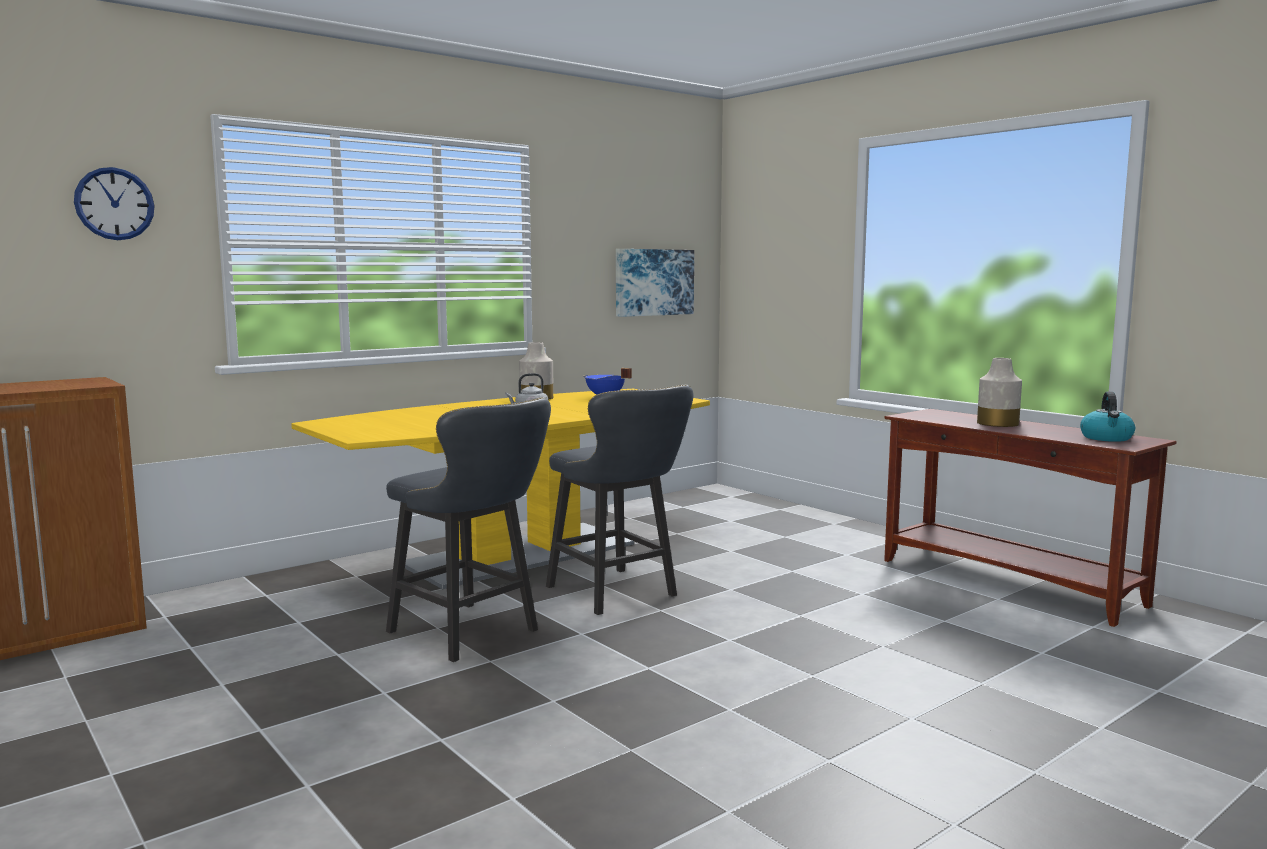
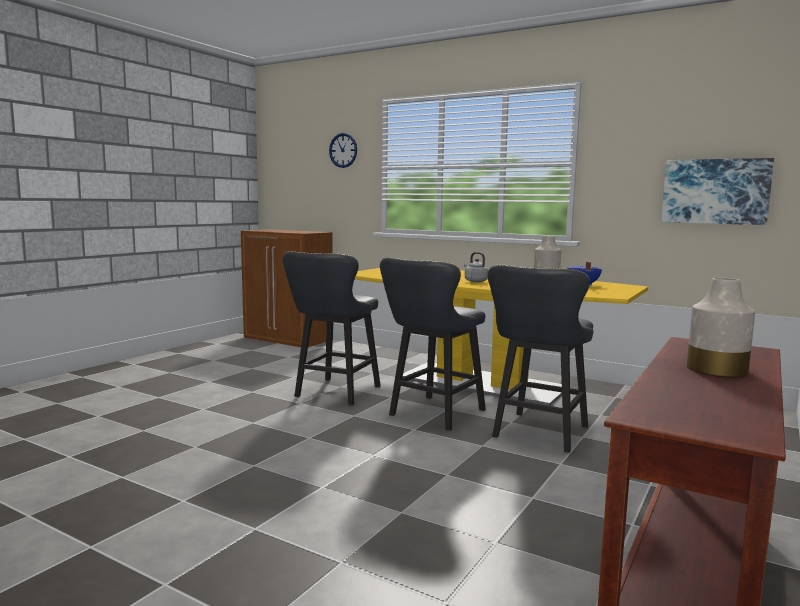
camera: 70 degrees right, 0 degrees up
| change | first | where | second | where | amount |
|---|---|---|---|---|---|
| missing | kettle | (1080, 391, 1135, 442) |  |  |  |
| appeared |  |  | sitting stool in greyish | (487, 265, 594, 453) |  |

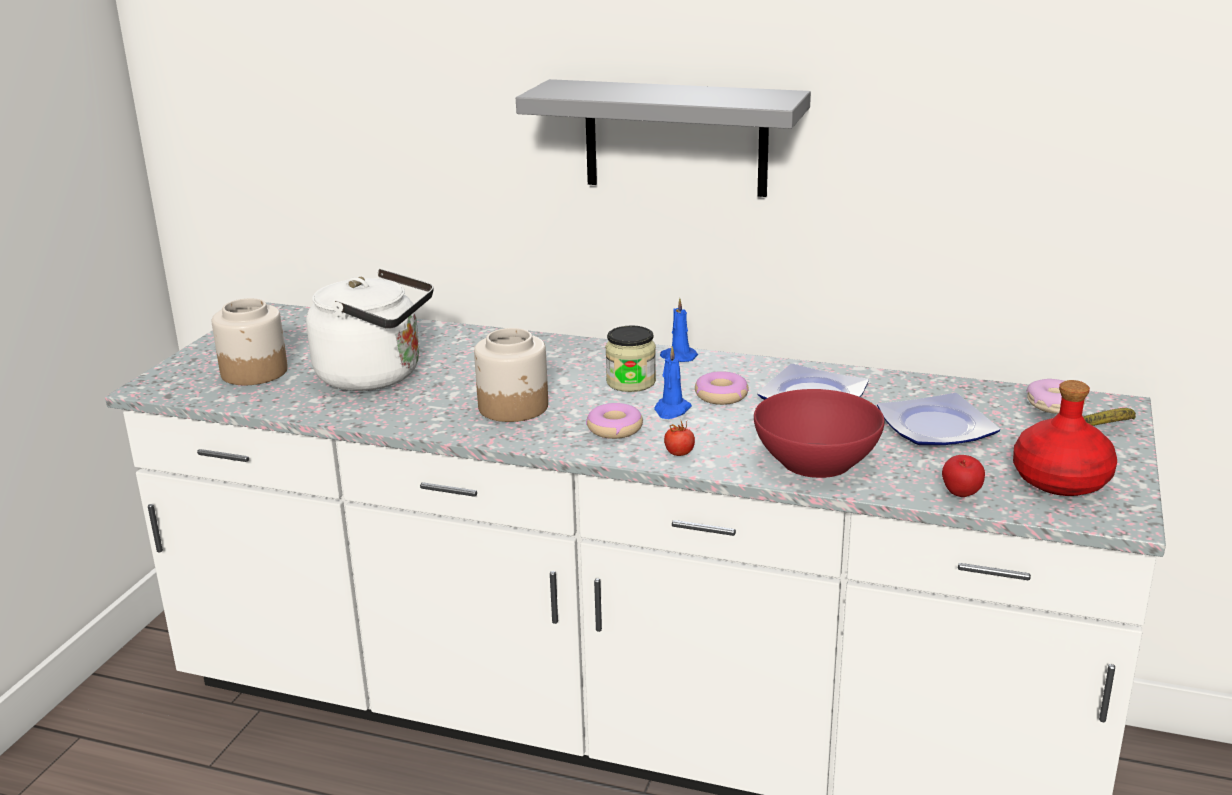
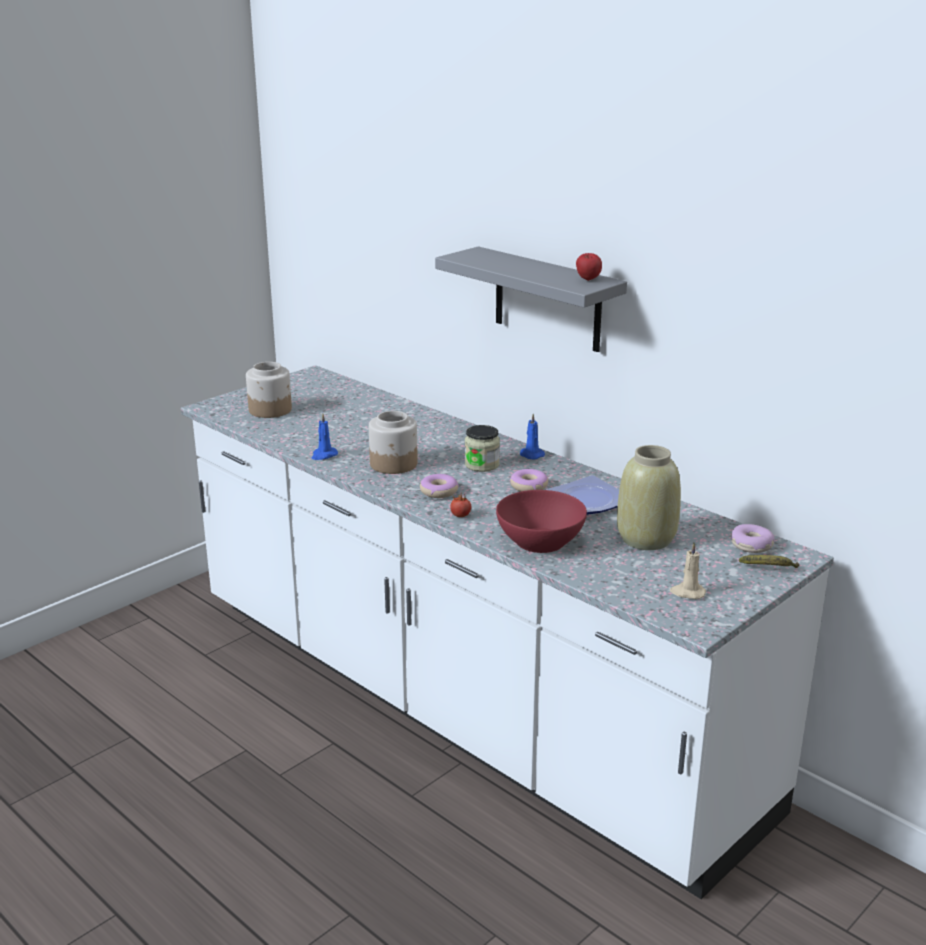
camera: 25 degrees right, 0 degrees up
| change | first | where | second | where | amount |
|---|---|---|---|---|---|
| missing | kettle in white | (306, 269, 433, 391) |  |  |  |
| relocated | wax light in blue-coloured | (654, 346, 692, 419) |  | (312, 413, 338, 460) |  |
| exchanged | drink bottle in red | (1013, 380, 1117, 496) | wax light in sand-coloured | (670, 543, 706, 599) |  |
| exchanged | plate | (877, 393, 1000, 445) | vase in sand-coloured | (617, 445, 681, 550) |  |
| relocated | whole apple | (942, 455, 985, 497) |  | (576, 253, 602, 281) |  |

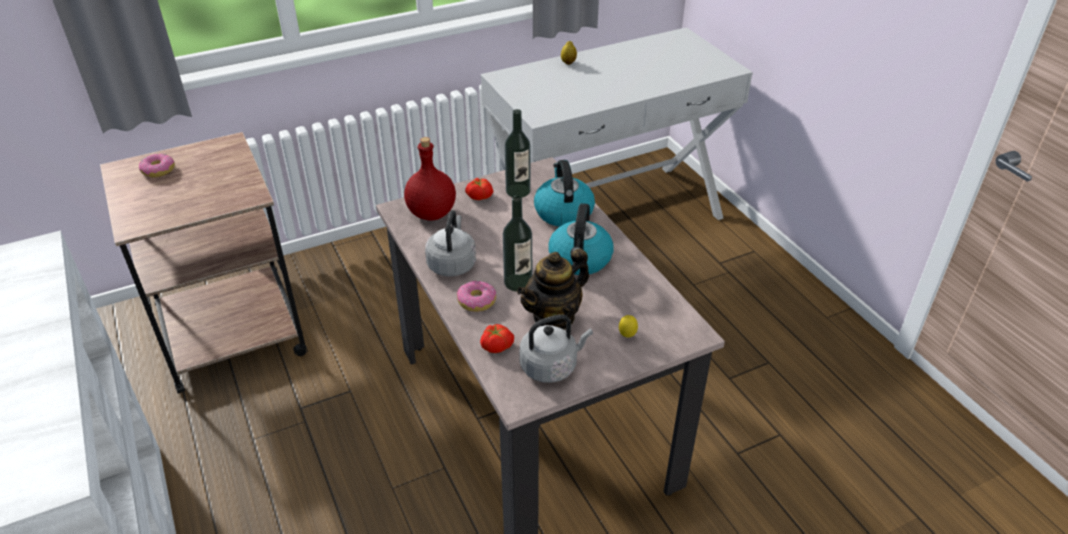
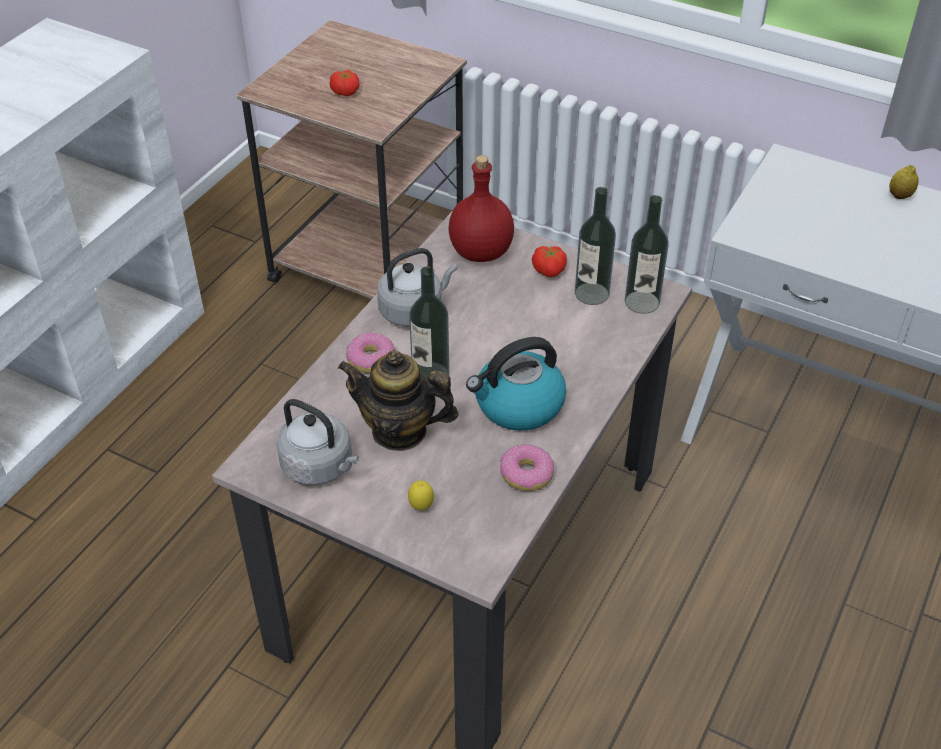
camera: 55 degrees right, 5 degrees up
| change | first | where | second | where | amount |
|---|---|---|---|---|---|
| relocated | ring doughnut | (139, 153, 175, 177) |  | (500, 444, 554, 491) |  |
| missing | kettle | (534, 160, 595, 227) |  |  |  |
| relocated | whole tomato | (480, 324, 514, 353) |  | (330, 70, 360, 96) |  |
| appeared |  |  | drink bottle | (625, 195, 668, 314) |  |

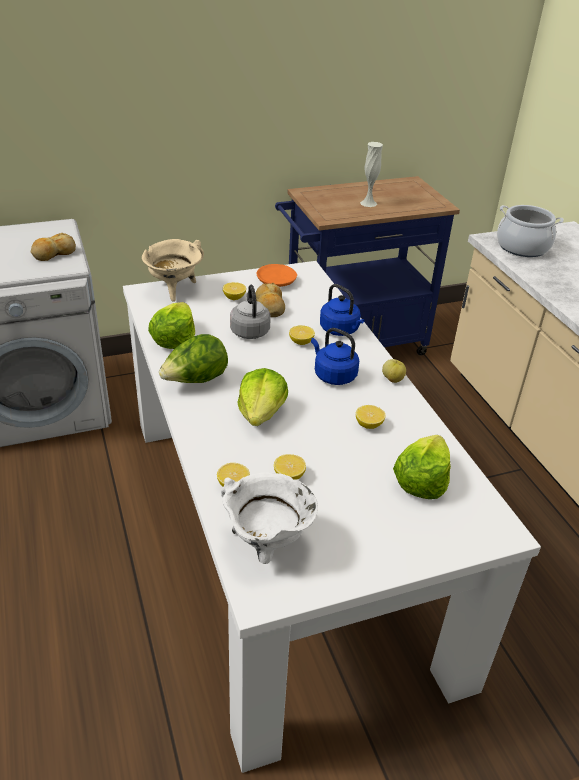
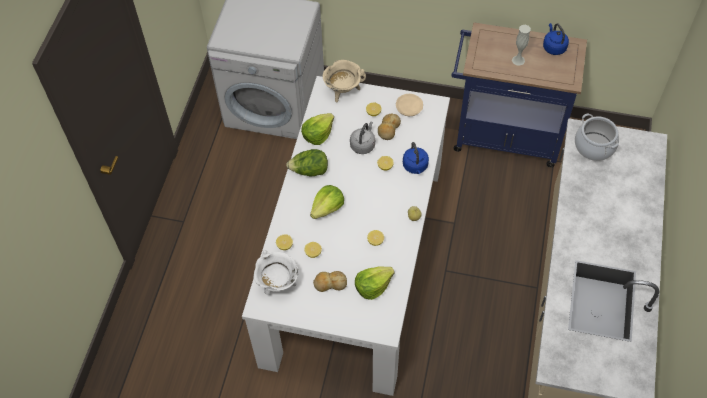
camera: 35 degrees right, 20 degrees up
| change | first | where | second | where | amount |
|---|---|---|---|---|---|
| relocated | bakery bread | (31, 233, 76, 261) |  | (313, 271, 347, 292) |  |
| colour | plate in orange-coloured | (256, 264, 297, 287) | plate in sand-coloured | (396, 94, 423, 116) |  |
| relocated | kettle in blue-coloured | (311, 328, 359, 385) |  | (543, 23, 569, 55) |  |

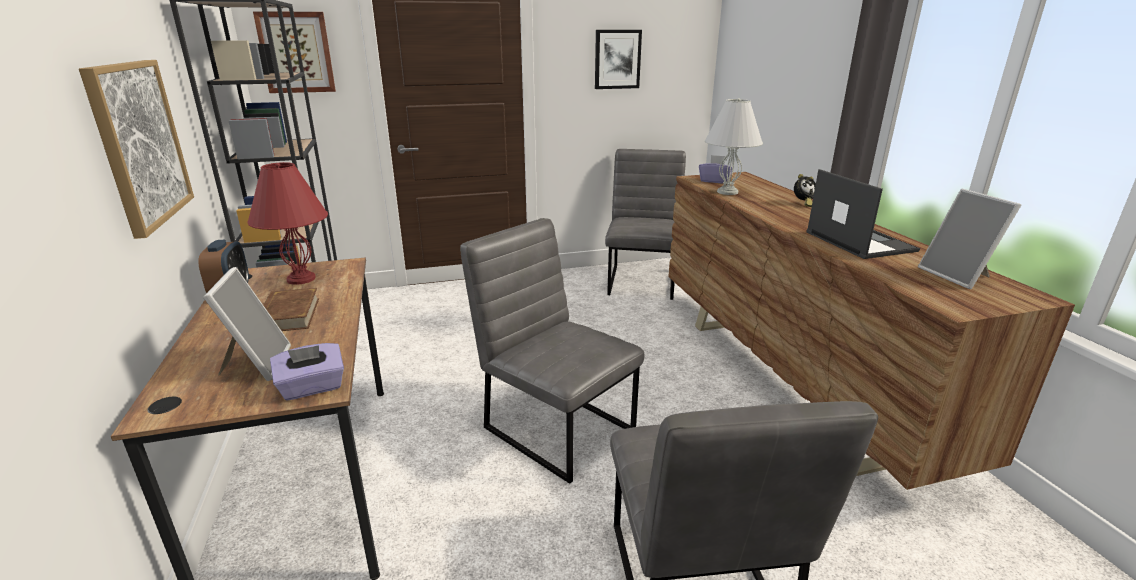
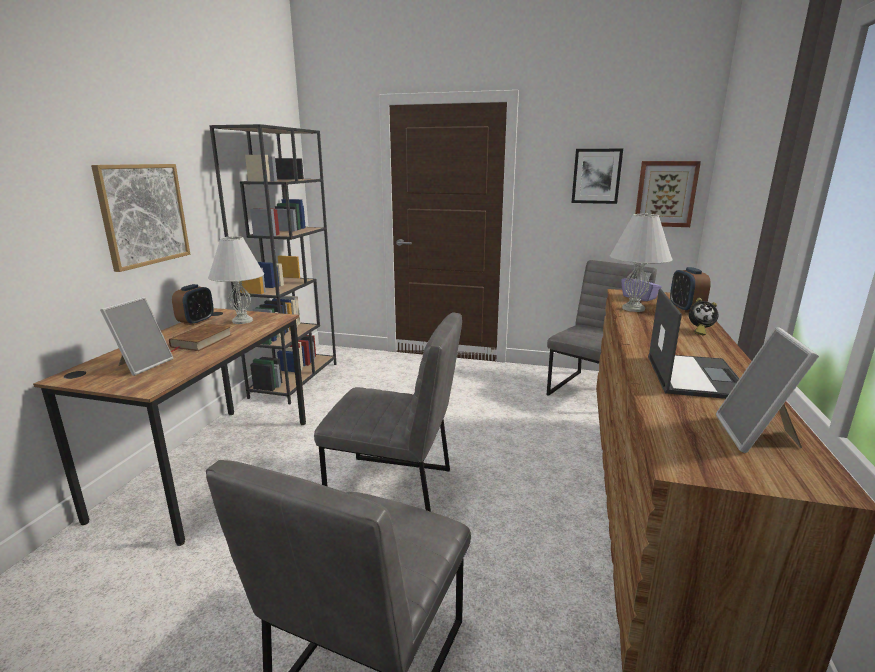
camera: 30 degrees right, 5 degrees down
| change | first | where | second | where | amount |
|---|---|---|---|---|---|
| relocated | wall picture | (253, 11, 336, 93) |  | (635, 161, 701, 227) |  |
| colour | tabletop lamp in red | (247, 162, 328, 285) | tabletop lamp in white | (208, 236, 264, 324) |  |
| spun | chair in greyish | (460, 218, 645, 484) |  | (314, 312, 462, 512) | 120 degrees clockwise |
| missing | box of tissues in purplish | (270, 343, 344, 401) |  |  |  |
| appeared |  |  | bedside clock | (670, 267, 711, 313) |  |

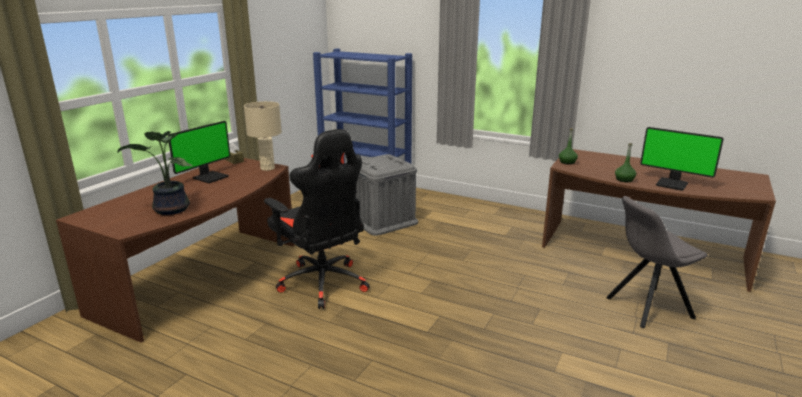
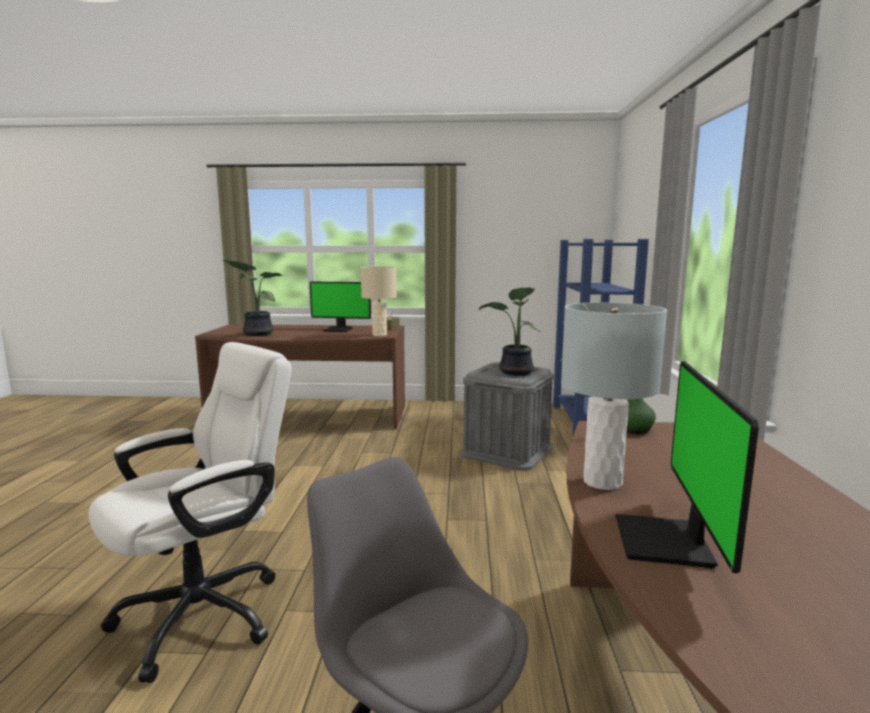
camera: 65 degrees right, 10 degrees down
| change | first | where | second | where | amount |
|---|---|---|---|---|---|
| missing | office chair in blackish | (264, 129, 370, 309) |  |  |  |
| exchanged | drink bottle in green | (615, 143, 636, 182) | tabletop lamp in greyish | (561, 302, 667, 490) |  |
| appeared |  |  | plant in a pot | (479, 287, 541, 375) |  |
| appeared |  |  | office chair in white | (89, 342, 291, 683) |  |

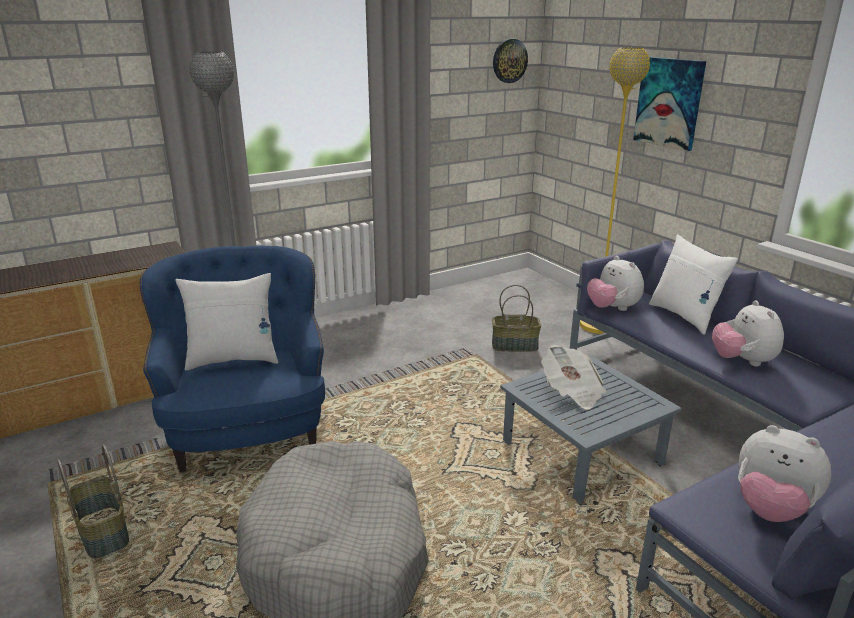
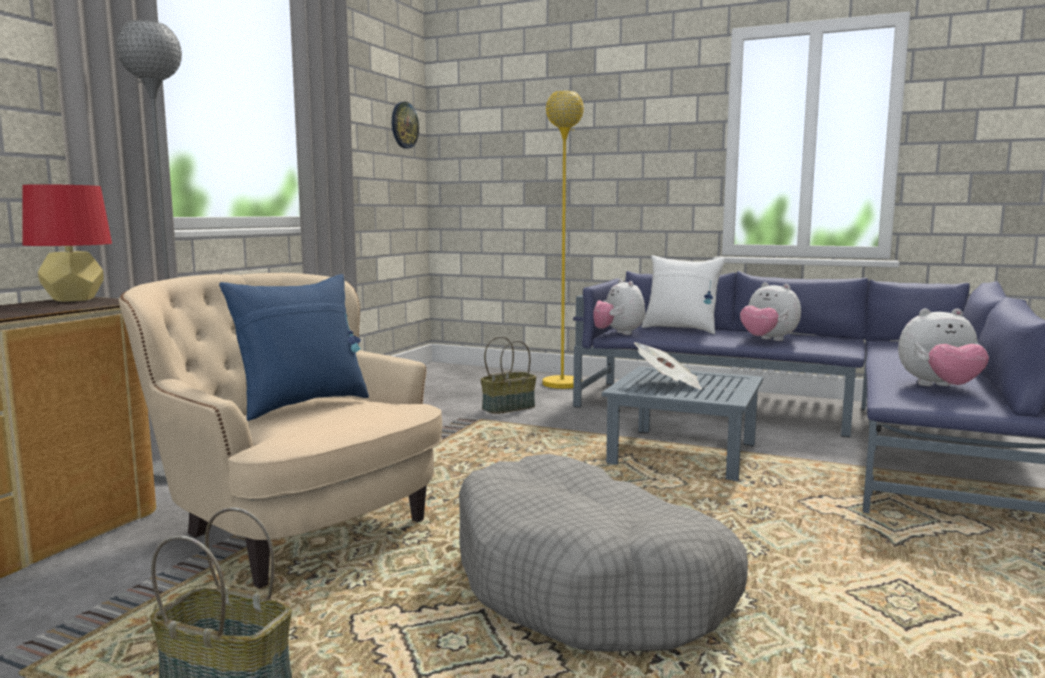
camera: 35 degrees left, 15 degrees down
| change | first | where | second | where | amount |
|---|---|---|---|---|---|
| missing | wall picture | (633, 57, 706, 151) |  |  |  |
| colour | armchair in blue-coloured | (140, 246, 325, 472) | armchair in sand-coloured | (119, 273, 442, 589) |  |
| spun | soft toy | (587, 256, 644, 311) |  | (593, 279, 645, 335) | 45 degrees clockwise |
| colour | throw pillow in greyish | (175, 273, 278, 371) | throw pillow in blue-coloured | (219, 274, 369, 421) |  |
| appeared |  |  | tabletop lamp in red | (22, 184, 112, 302) |  |

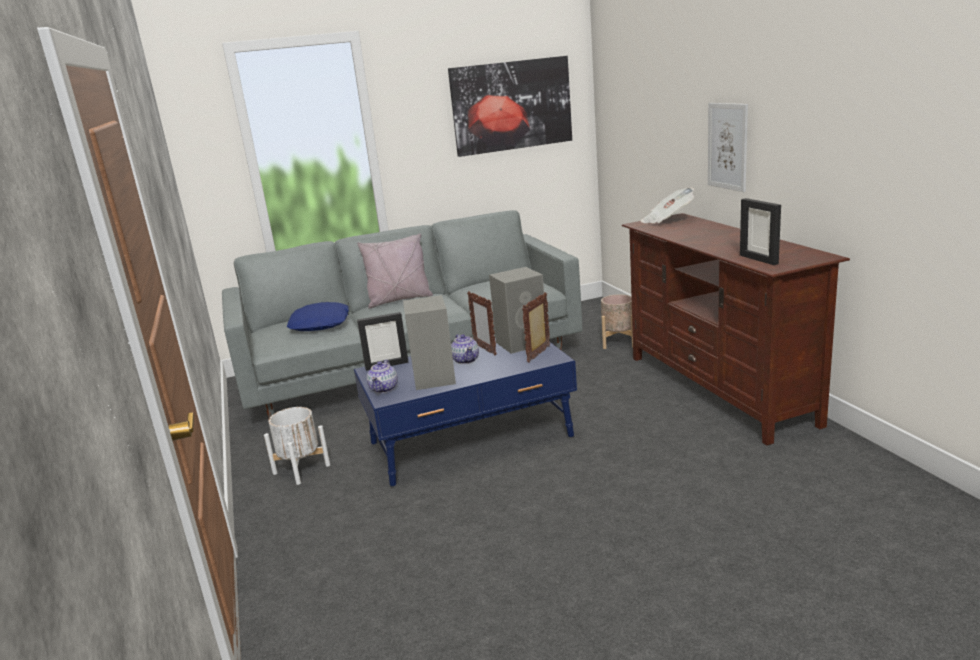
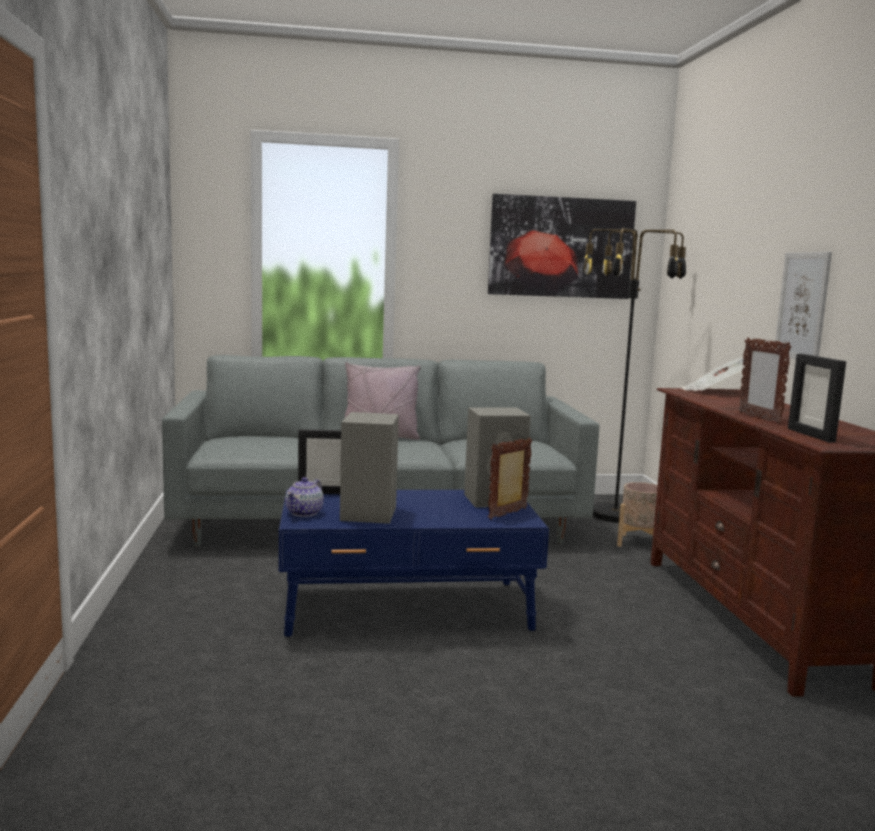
camera: 10 degrees right, 10 degrees down
| change | first | where | second | where | amount |
|---|---|---|---|---|---|
| relocated | standing frame | (467, 291, 497, 356) |  | (738, 338, 792, 424) |  |
| missing | throw pillow in blue-coloured | (287, 302, 349, 331) |  |  |  |
| missing | teapot | (451, 334, 479, 364) |  |  |  |
| missing | planter in white | (264, 407, 330, 485) |  |  |  |
| appeared |  |  | floor lamp | (582, 228, 686, 523) |  |

